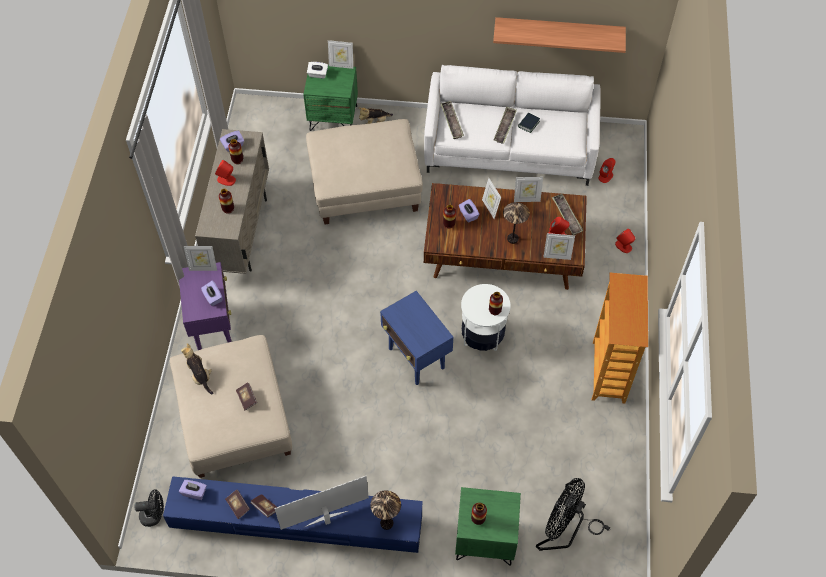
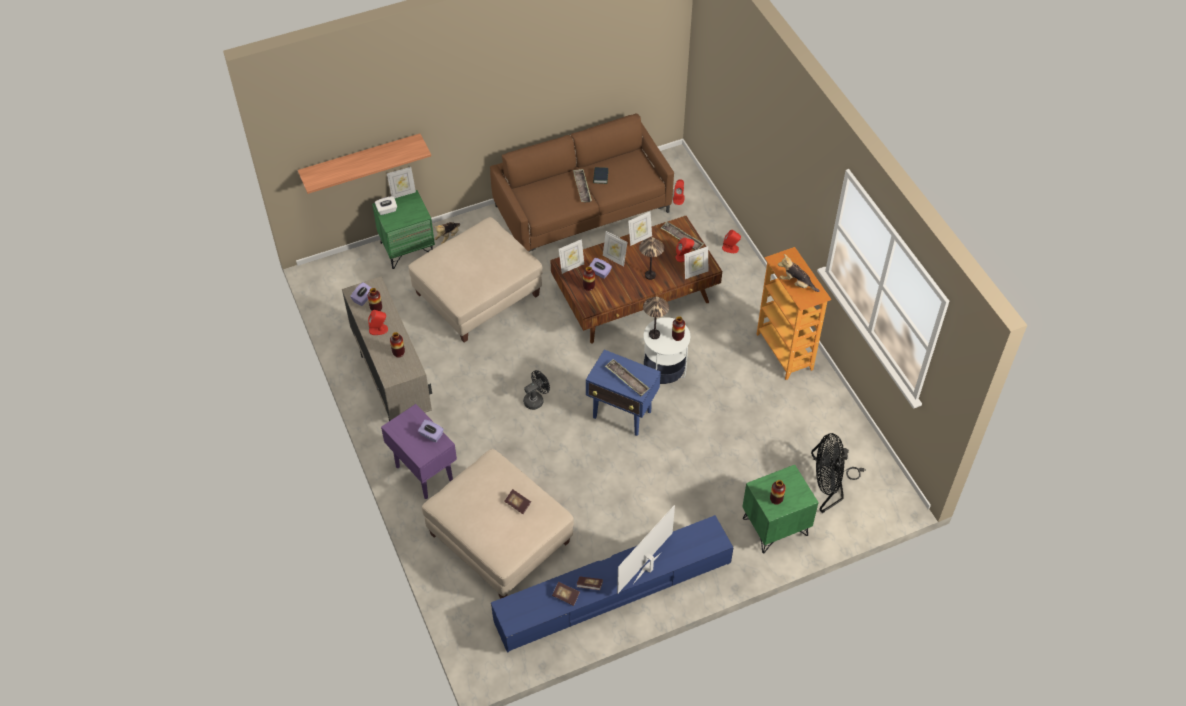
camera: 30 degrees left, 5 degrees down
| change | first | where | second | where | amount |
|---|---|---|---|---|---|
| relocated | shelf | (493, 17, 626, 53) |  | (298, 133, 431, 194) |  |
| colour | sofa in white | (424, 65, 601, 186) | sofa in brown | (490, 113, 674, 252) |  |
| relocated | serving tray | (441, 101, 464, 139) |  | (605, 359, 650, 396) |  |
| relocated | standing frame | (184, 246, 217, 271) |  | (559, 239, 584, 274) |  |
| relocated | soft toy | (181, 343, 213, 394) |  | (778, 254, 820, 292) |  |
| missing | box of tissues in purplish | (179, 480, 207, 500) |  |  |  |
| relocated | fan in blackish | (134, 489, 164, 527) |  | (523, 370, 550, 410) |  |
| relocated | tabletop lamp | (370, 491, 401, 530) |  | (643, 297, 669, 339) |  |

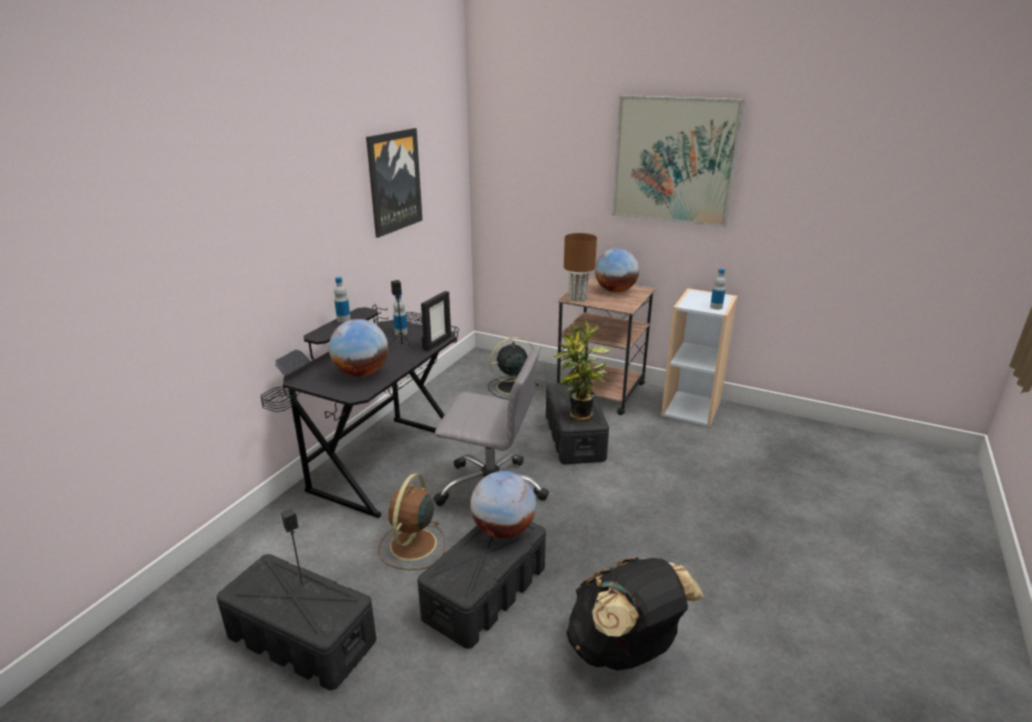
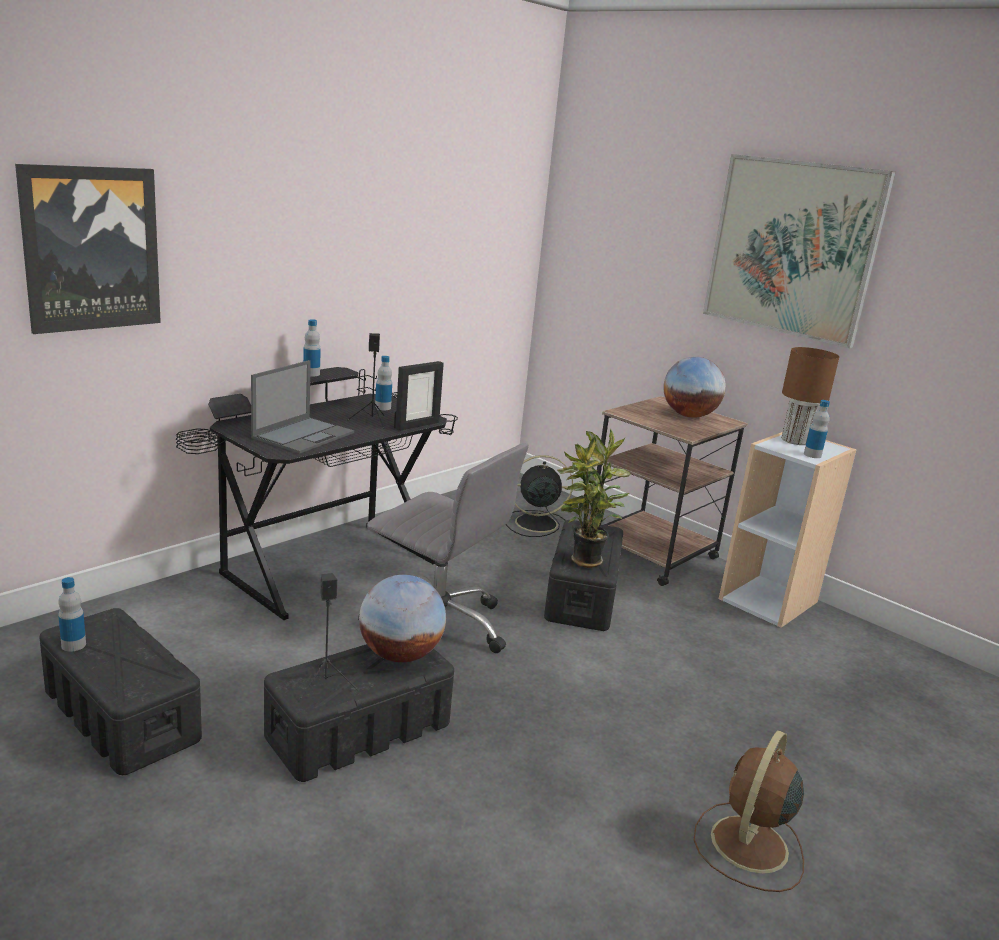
camera: 15 degrees right, 5 degrees down
| change | first | where | second | where | amount |
|---|---|---|---|---|---|
| relocated | wall picture | (366, 128, 422, 238) |  | (15, 164, 161, 334) |  |
| relocated | tabletop lamp in brown | (564, 233, 597, 301) |  | (781, 347, 839, 445) |  |
| exchanged | desk globe | (329, 319, 388, 377) | laptop | (251, 360, 354, 454) |  |
| relocated | fan in brown | (378, 474, 445, 570) |  | (694, 730, 804, 892) |  |
| relocated | audio speaker in blackish | (281, 509, 330, 610) |  | (300, 573, 358, 699) |  |
| missing | rucksack in blackish | (566, 557, 704, 670) |  |  |  |
| appeared |  |  | drink bottle | (58, 577, 86, 652) |  |

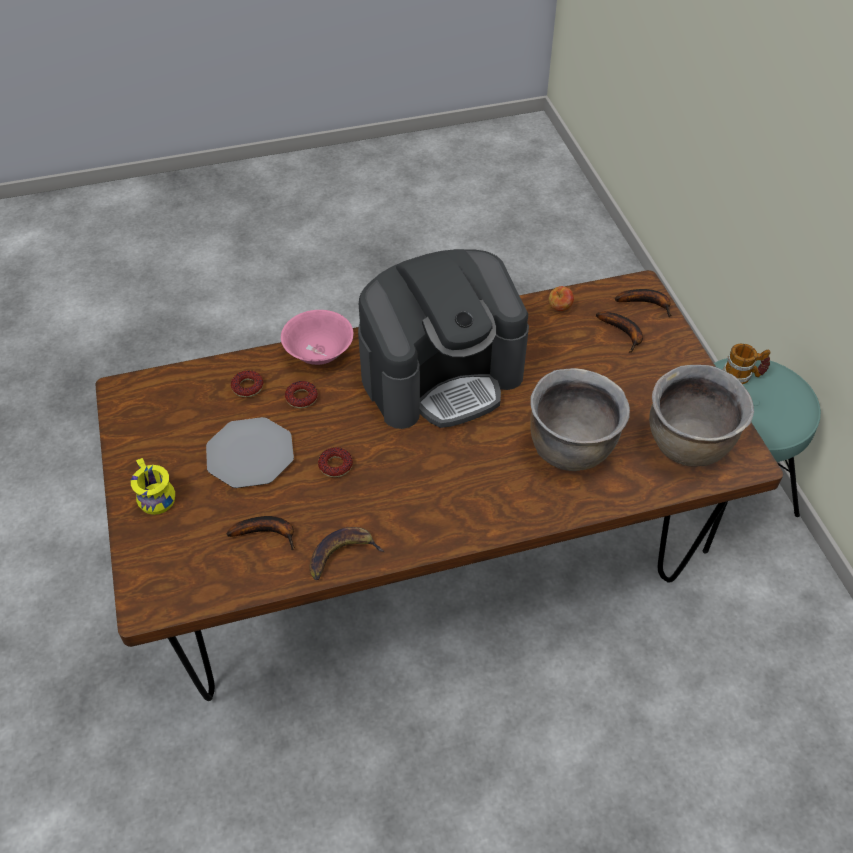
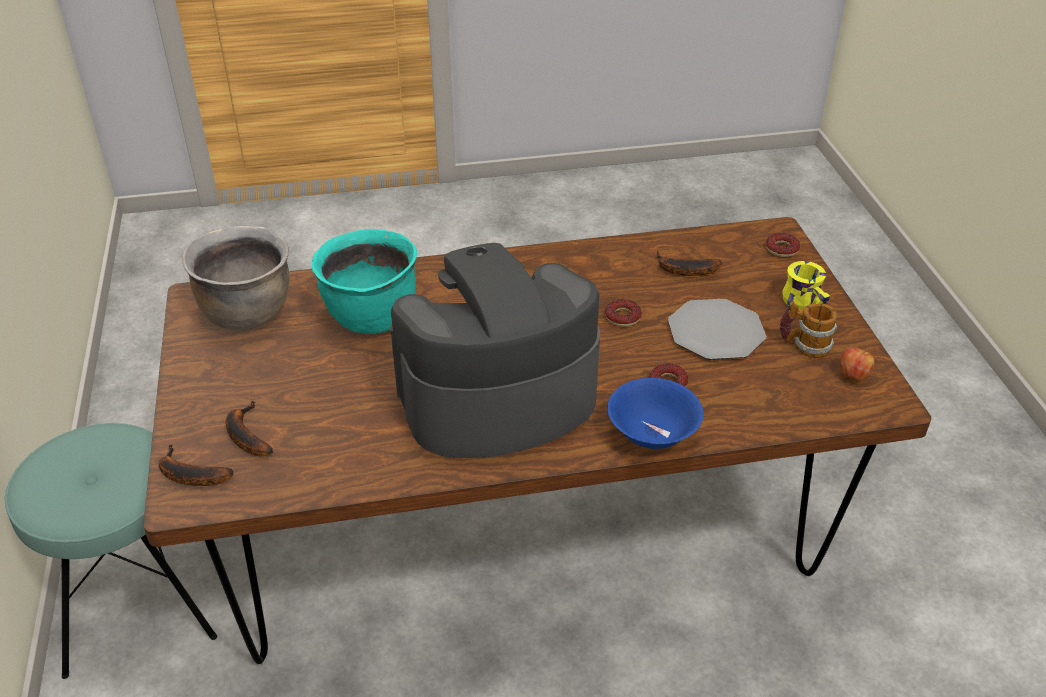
camera: 175 degrees left, 10 degrees down
| change | first | where | second | where | amount |
|---|---|---|---|---|---|
| relocated | whole apple | (549, 286, 574, 311) |  | (841, 347, 874, 381) |  |
| colour | serving bowl in pink | (281, 310, 354, 365) | serving bowl in blue-coloured | (607, 378, 703, 449) |  |
| relocated | coffee mug | (723, 344, 771, 384) |  | (780, 302, 837, 358) |  |
| colour | cooking pot in brown | (530, 368, 630, 471) | cooking pot in turquoise | (312, 229, 417, 334) |  |
| relocated | ring doughnut | (231, 370, 263, 398) |  | (766, 233, 800, 257) |  |
| missing | banana | (310, 527, 384, 580) |  |  |  |

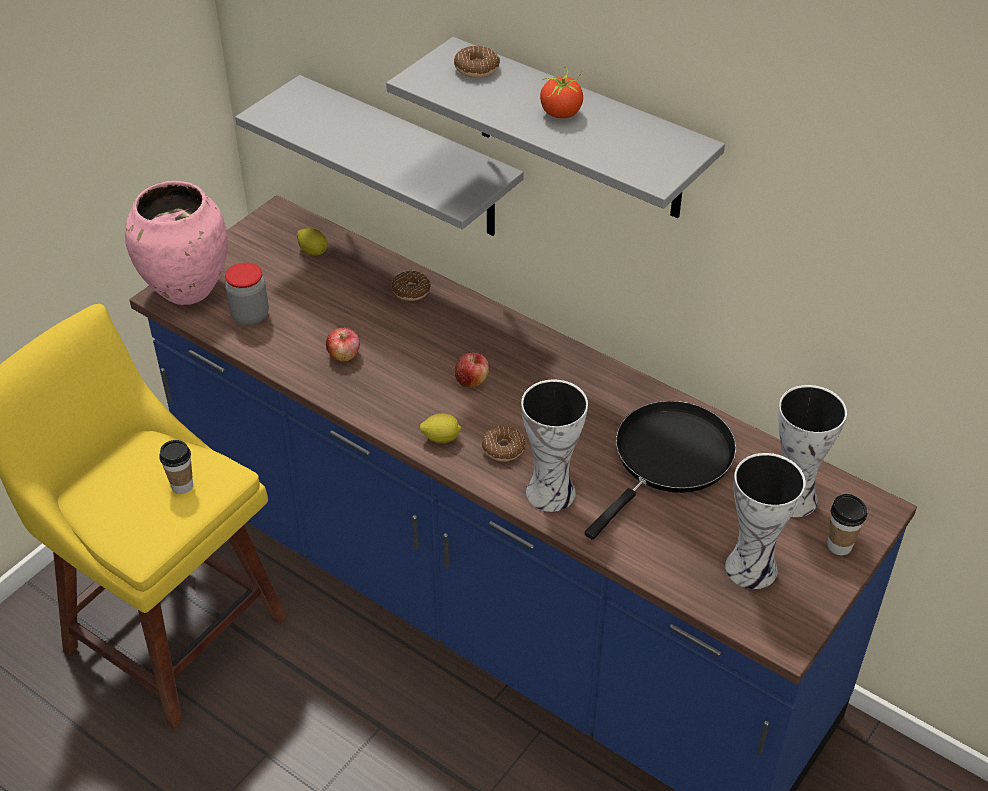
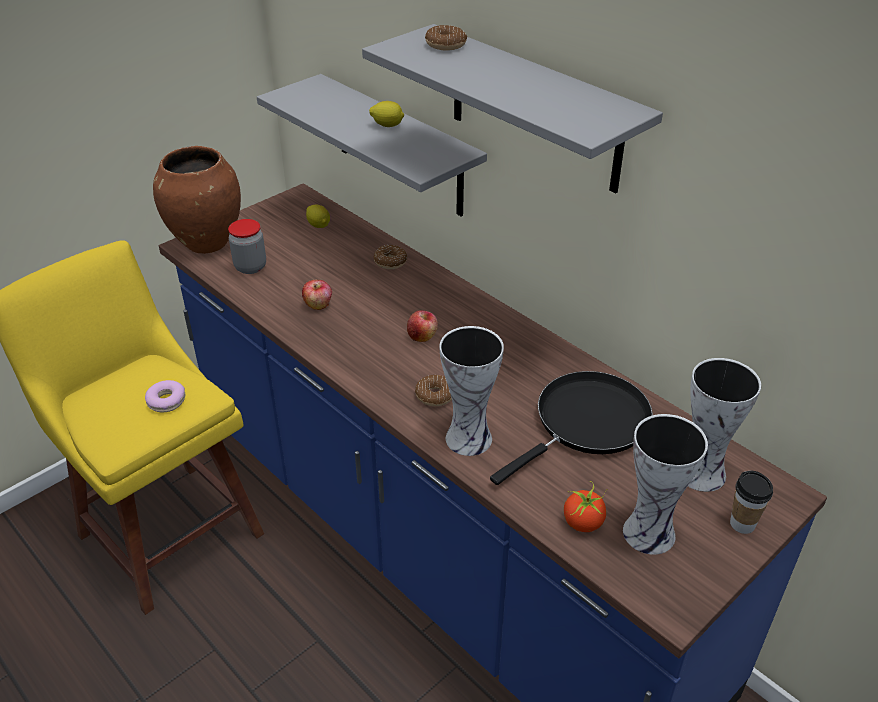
camera: 10 degrees right, 5 degrees down
| change | first | where | second | where | amount |
|---|---|---|---|---|---|
| relocated | whole tomato | (540, 67, 583, 118) |  | (564, 481, 607, 532) |  |
| colour | vase in pink | (125, 181, 228, 305) | vase in brown | (153, 146, 241, 254) |  |
| relocated | whole lemon | (420, 413, 462, 443) |  | (369, 101, 404, 127) |  |
| exchanged | small cup | (159, 440, 193, 494) | ring doughnut | (145, 380, 185, 412) |  |

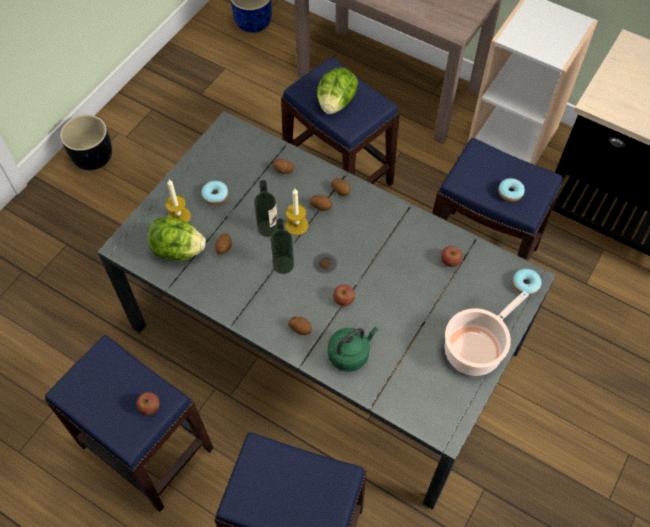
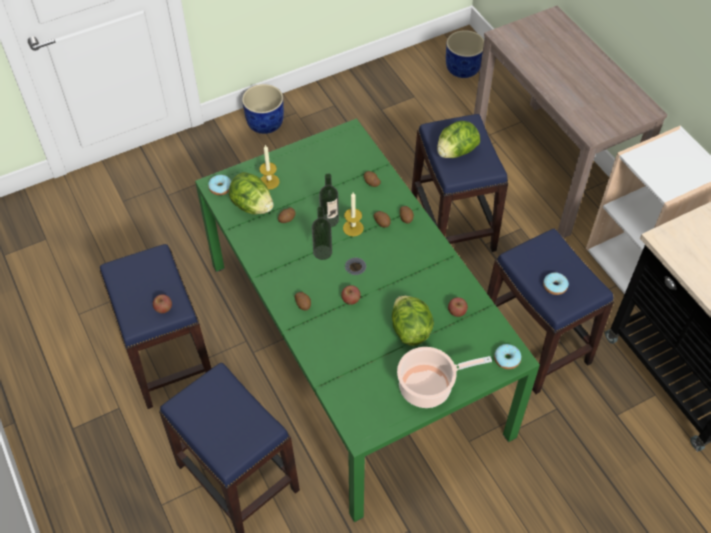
camera: 30 degrees right, 5 degrees down
| change | first | where | second | where | amount |
|---|---|---|---|---|---|
| colour | dinner table in greyish | (98, 111, 556, 510) | dinner table in green | (195, 119, 540, 522) |  |
| colour | planter in blackish | (60, 115, 112, 170) | planter in blue-coloured | (242, 84, 284, 134) |  |
| relocated | ring doughnut | (201, 181, 228, 205) |  | (208, 175, 231, 195) |  |
| missing | kettle in green | (328, 327, 378, 372) |  |  |  |
| appeared |  |  | lettuce | (392, 296, 434, 346) |  |

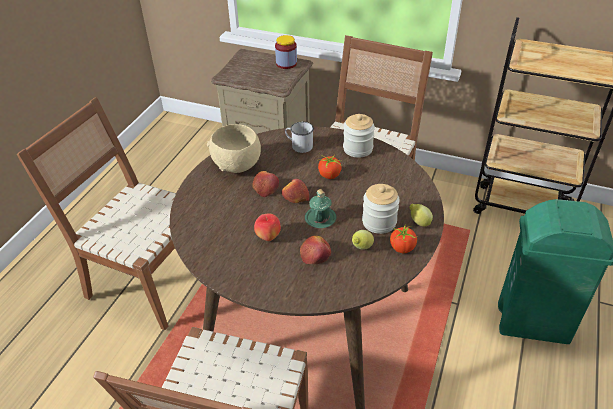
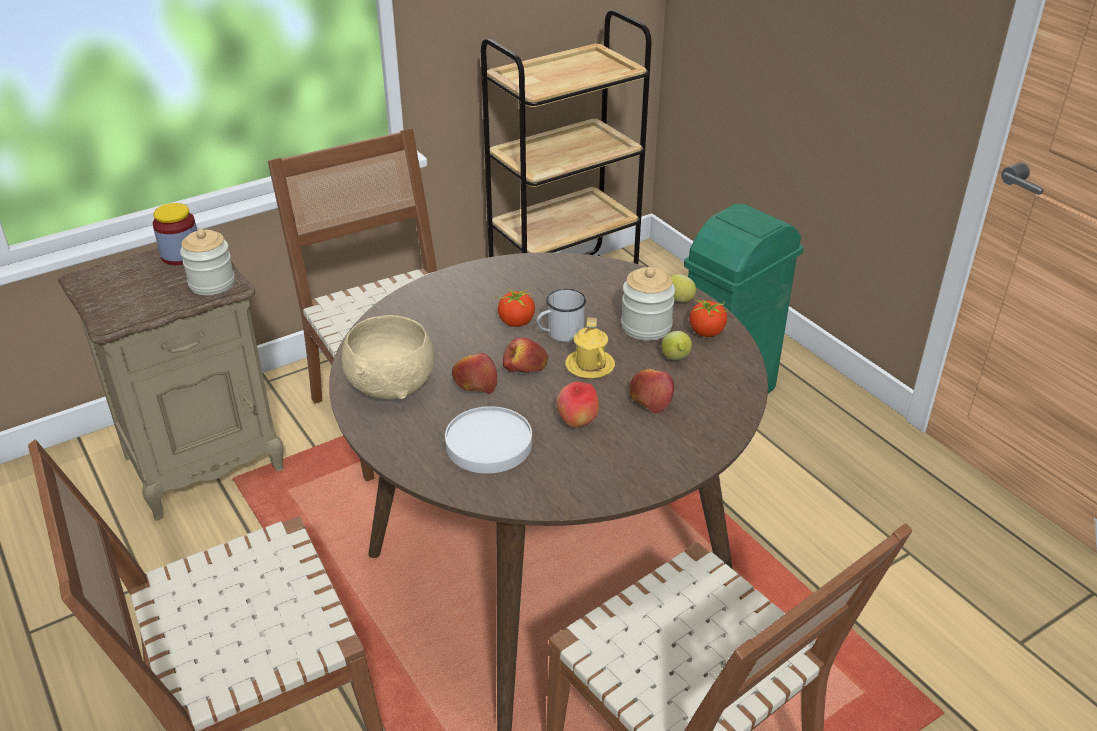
camera: 55 degrees left, 5 degrees down
| change | first | where | second | where | amount |
|---|---|---|---|---|---|
| relocated | jar | (343, 114, 375, 158) |  | (180, 229, 235, 295) |  |
| relocated | coffee mug in white | (285, 122, 314, 153) |  | (537, 289, 586, 342) |  |
| colour | coffee mug in green | (305, 189, 336, 228) | coffee mug in yellow | (565, 317, 615, 378) |  |
| appeared |  |  | plate in white | (445, 406, 532, 474) |  |

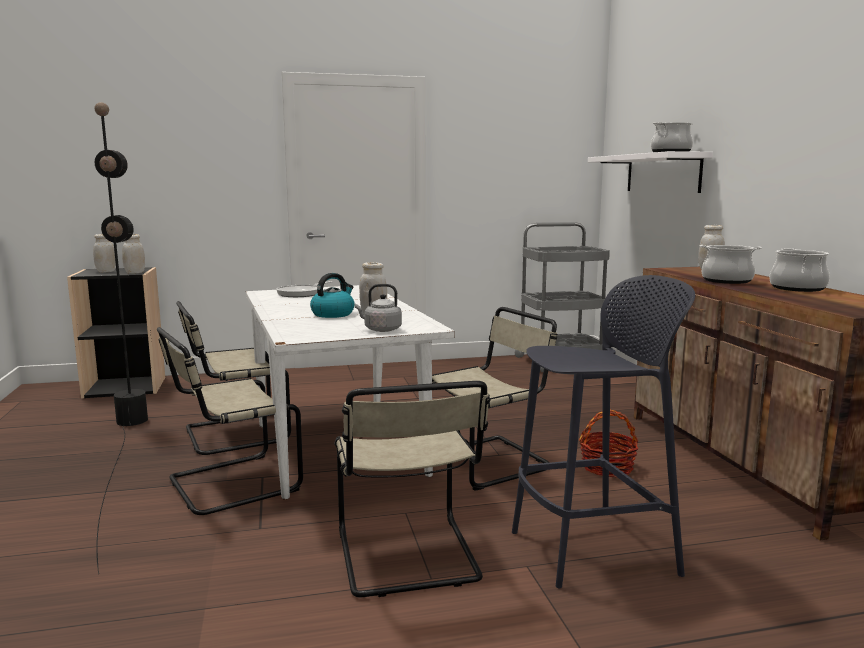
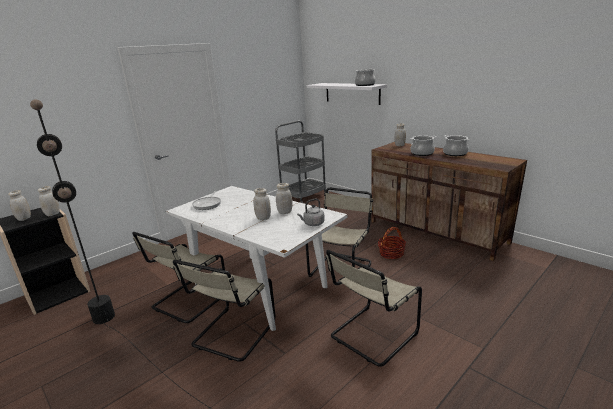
camera: 30 degrees left, 10 degrees up
| change | first | where | second | where | amount |
|---|---|---|---|---|---|
| exchanged | kettle | (310, 273, 355, 318) | jar in white | (253, 188, 271, 220) |  |
| missing | sitting stool in greyish | (512, 275, 695, 588) |  |  |  |
| spun | chair in sand-coloured | (334, 381, 490, 597) |  | (326, 250, 422, 367) | 90 degrees clockwise |

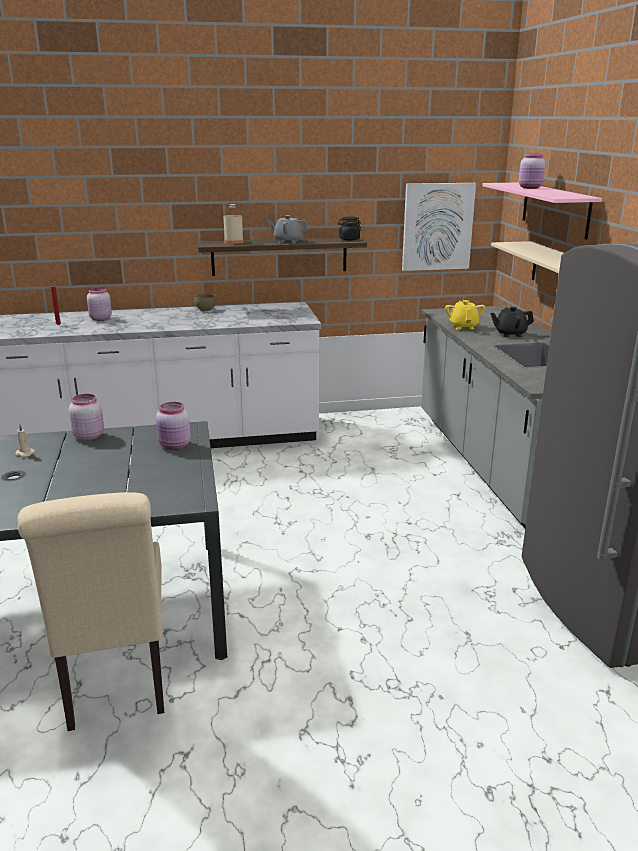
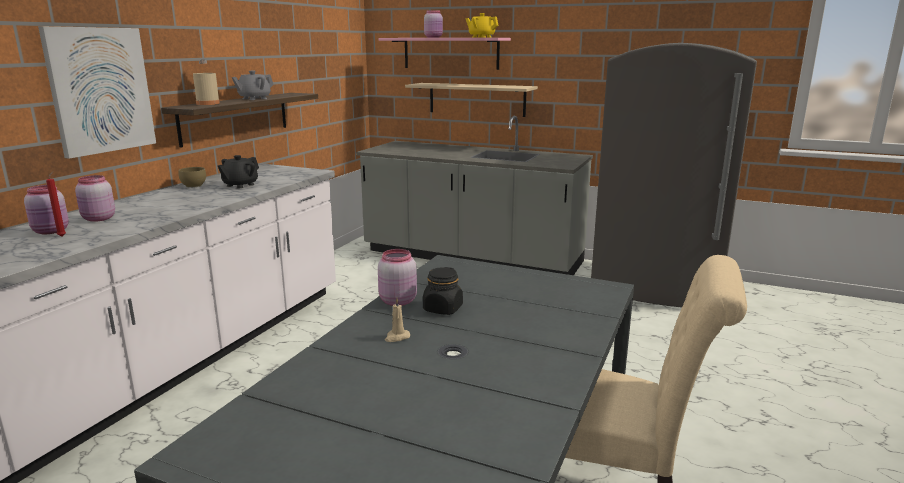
camera: 55 degrees left, 5 degrees down
| change | first | where | second | where | amount |
|---|---|---|---|---|---|
| relocated | wall picture | (402, 183, 476, 271) |  | (38, 26, 156, 159) |  |
| relocated | jar in blackish | (337, 217, 361, 240) |  | (423, 267, 463, 315) |  |
| relocated | teapot in yellow | (445, 300, 485, 330) |  | (465, 13, 499, 38) |  |
| relocated | teapot in blackish | (490, 307, 534, 337) |  | (218, 155, 259, 188) |  |
| relocated | jar in pink | (156, 402, 191, 450) |  | (24, 185, 69, 234) |  |

